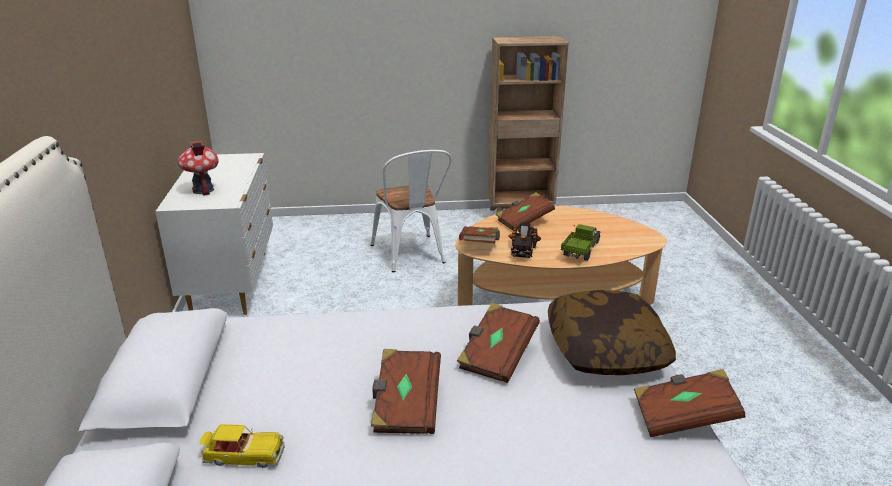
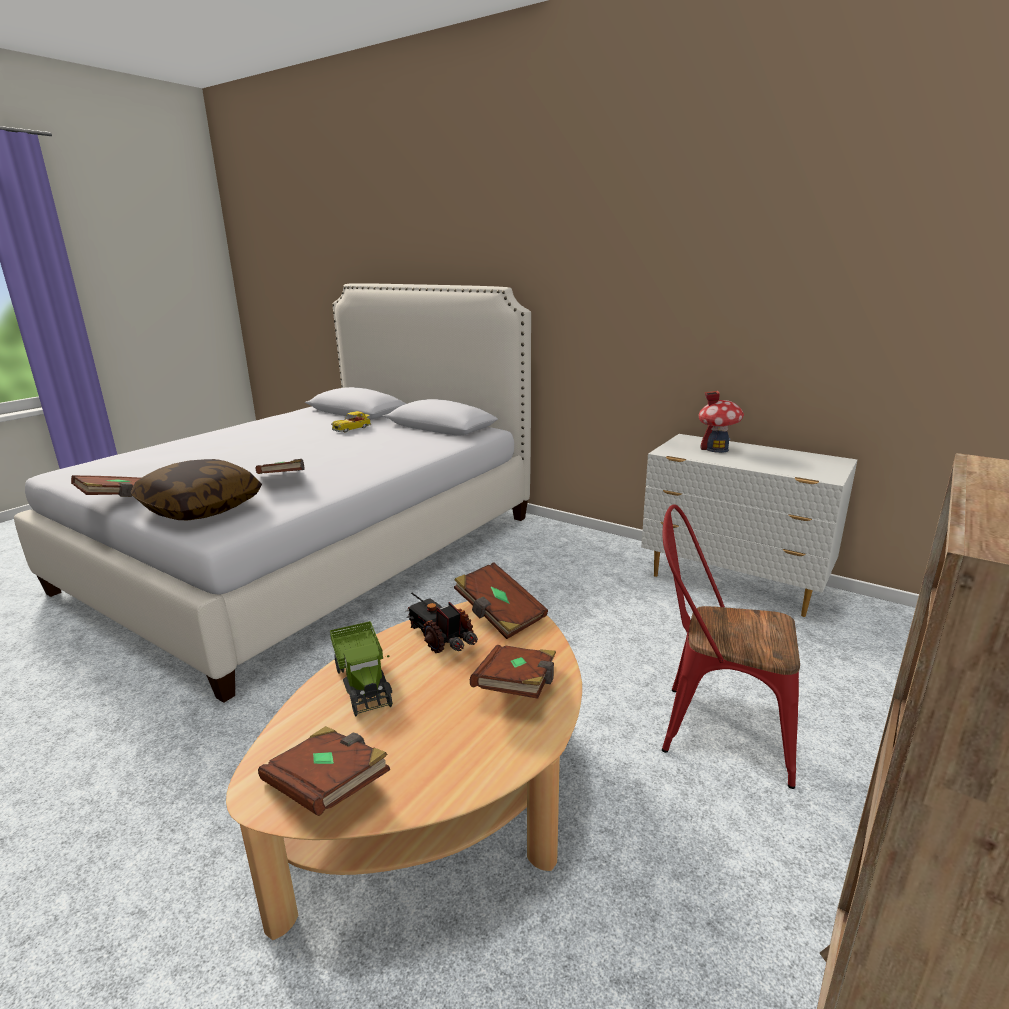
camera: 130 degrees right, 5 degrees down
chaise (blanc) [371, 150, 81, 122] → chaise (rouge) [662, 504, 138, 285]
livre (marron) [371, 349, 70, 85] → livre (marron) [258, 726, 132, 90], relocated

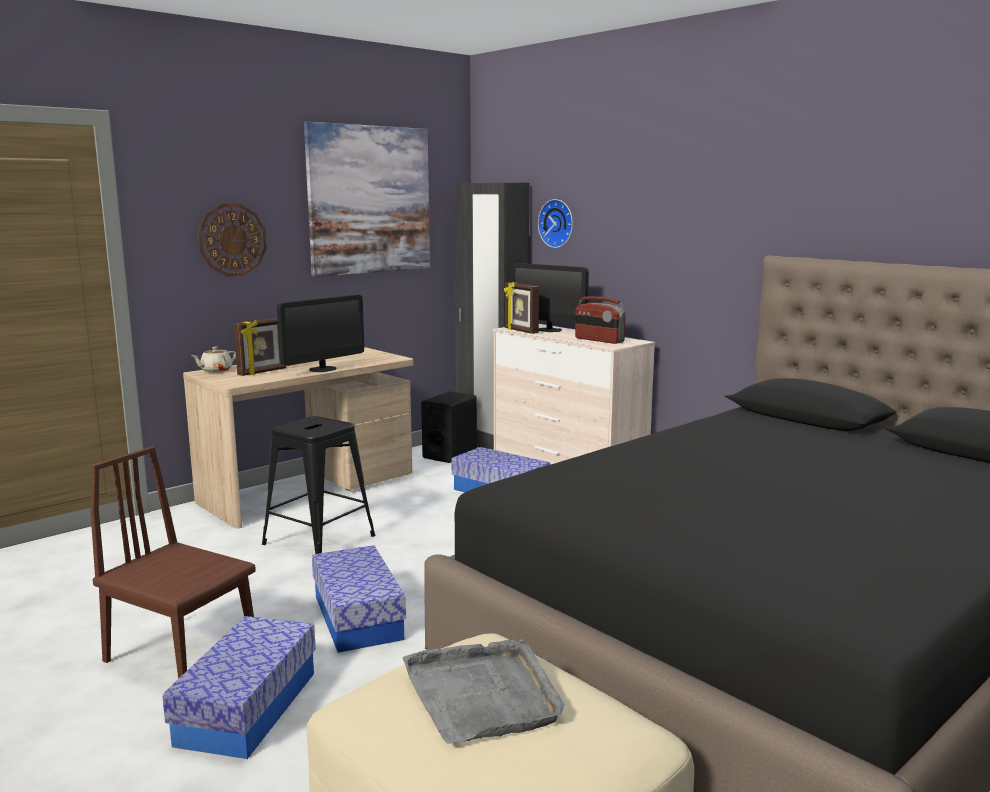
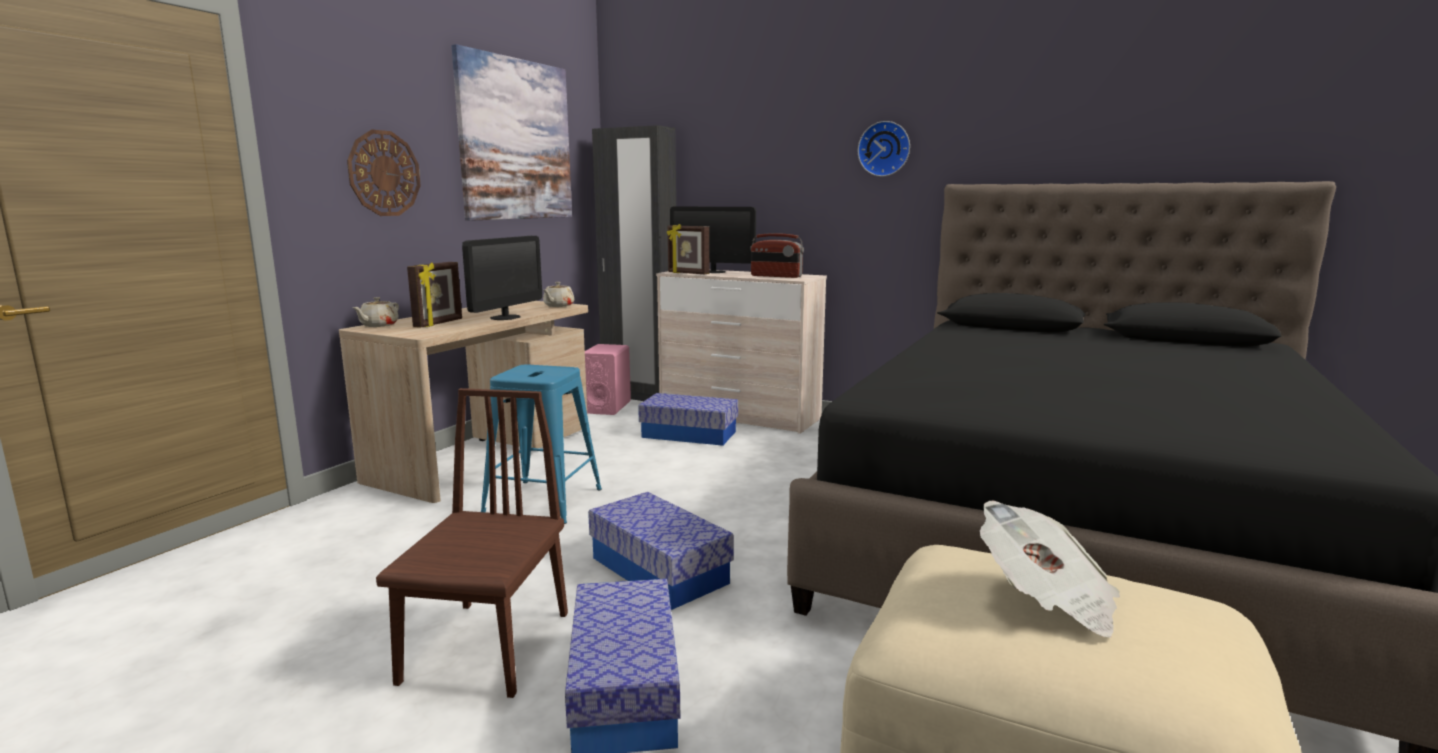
camera: 20 degrees left, 0 degrees up
horloge murale [538, 199, 35, 49] → horloge murale [858, 121, 52, 56], relocated
enceinte (noir) [421, 391, 56, 72] → enceinte (rose) [585, 344, 46, 71]
tabouret (noir) [262, 416, 113, 138] → tabouret (bleu) [481, 365, 121, 159]
chaise (marron) [90, 446, 166, 233] → chaise (marron) [376, 388, 192, 310], 90 degrees clockwise
plateau (gris) [403, 639, 161, 105] → journal [979, 501, 141, 137]
- → théière (beige) [543, 282, 31, 25]

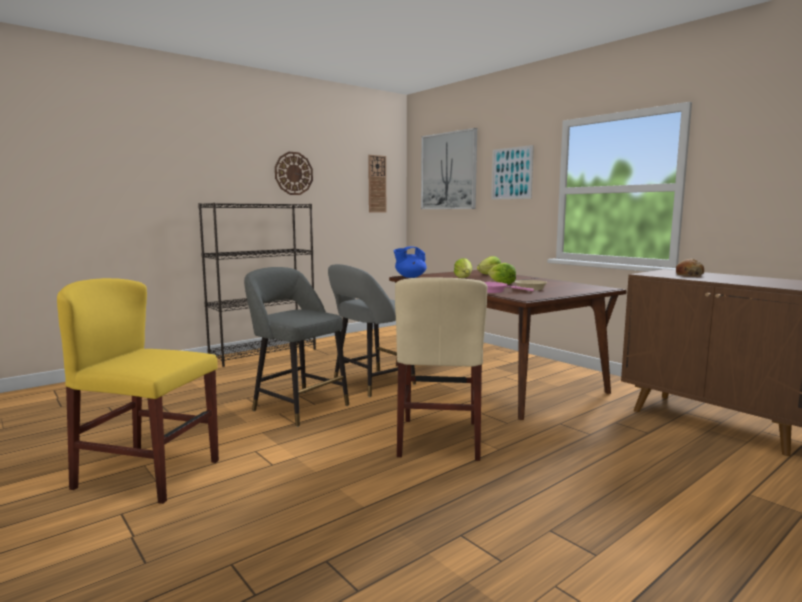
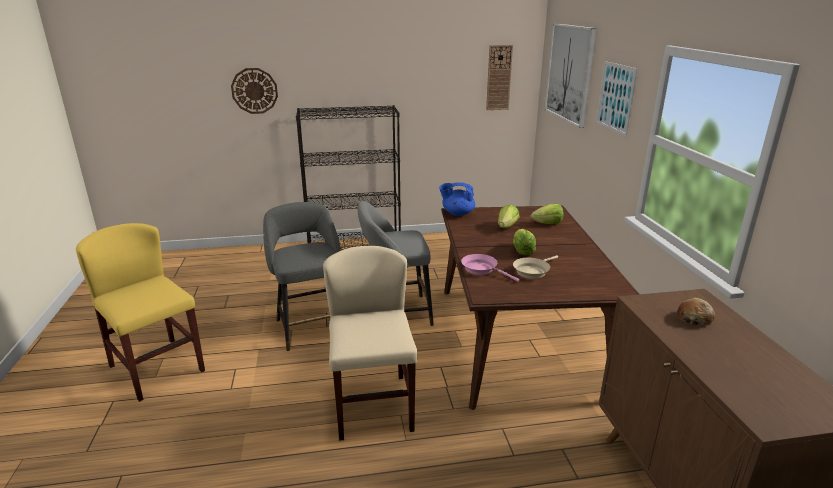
camera: 30 degrees right, 15 degrees up
horloge murale [275, 152, 38, 43] → horloge murale [231, 68, 47, 46], relocated
chaise (beige) [395, 277, 92, 184] → chaise (beige) [323, 246, 94, 195], 135 degrees clockwise

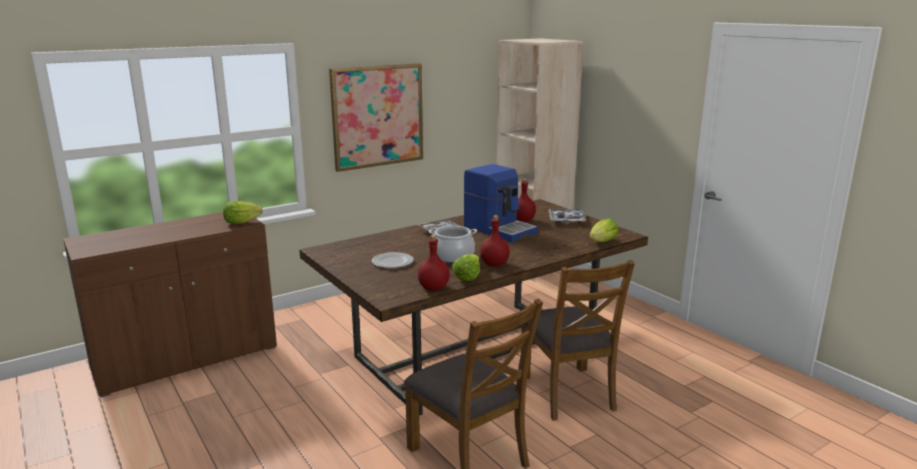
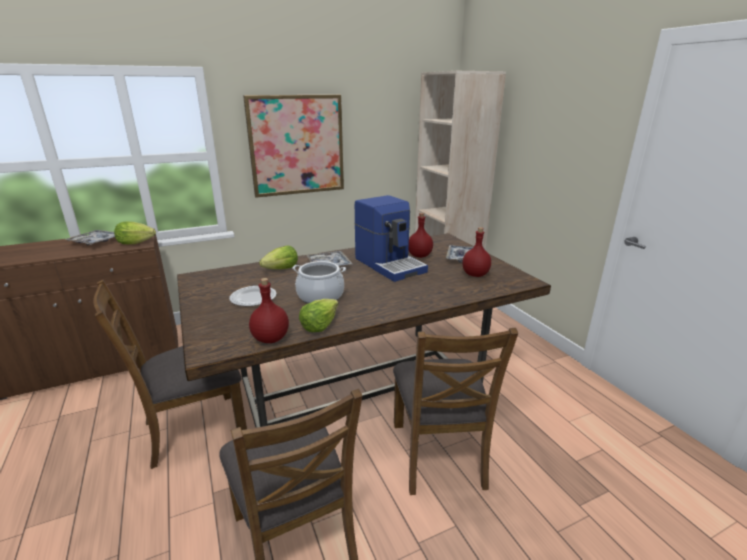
camera: 10 degrees right, 5 degrees up
bouteille (rouge) [480, 215, 30, 51] → bouteille (rouge) [462, 227, 29, 50], relocated
laitue [589, 218, 29, 24] → laitue [259, 246, 39, 23], relocated
- → plateau [63, 230, 52, 15]
- → chaise (marron) [93, 280, 154, 189]

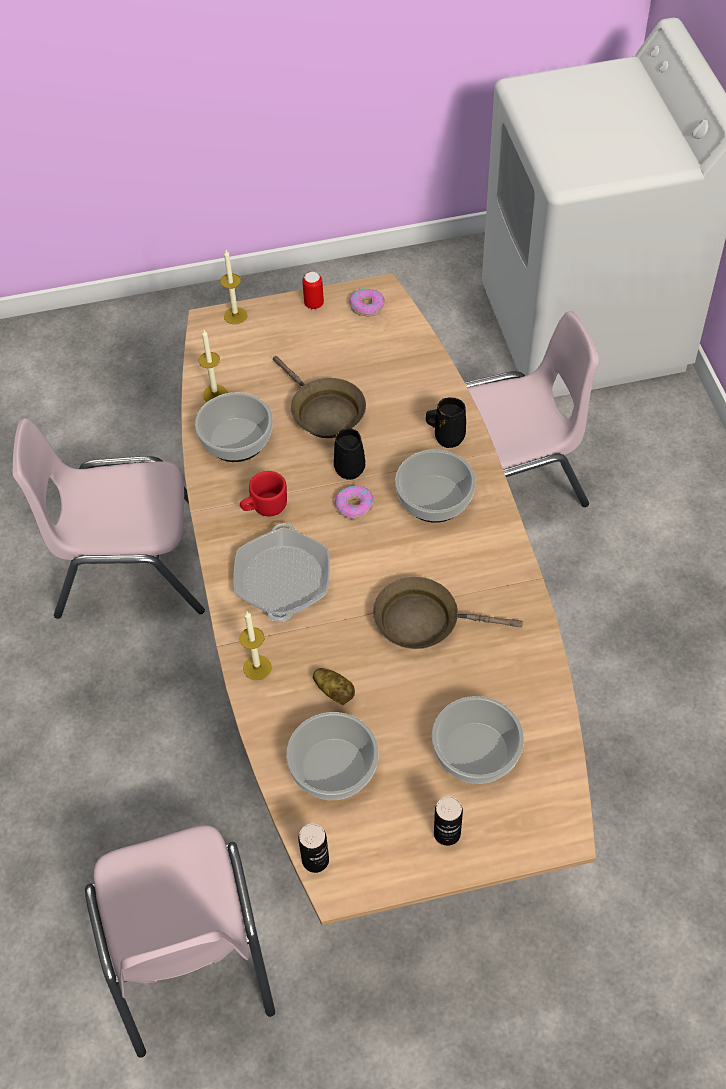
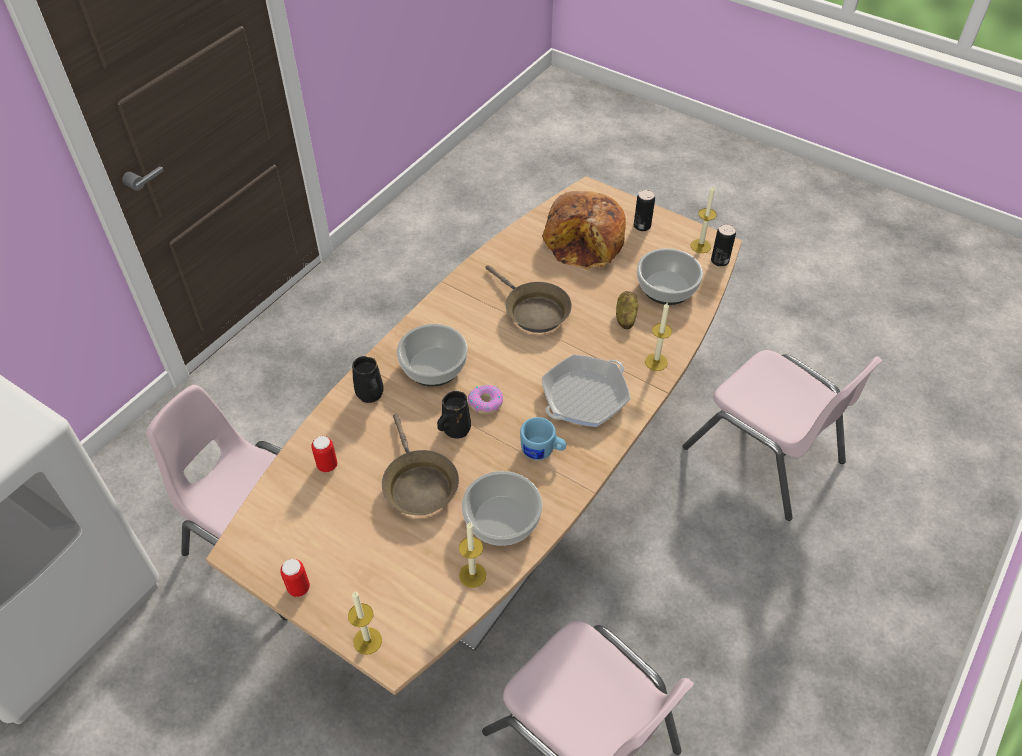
camera: 135 degrees left, 5 degrees down
beignet [349, 288, 36, 28] → -
poêle (marron) [273, 356, 93, 82] → poêle (marron) [382, 414, 77, 101], 150 degrees clockwise
mug (rouge) [240, 471, 47, 45] → mug (bleu) [520, 417, 46, 43]
bol [432, 696, 92, 88] → pain [542, 191, 84, 79]
chaise (rose) [85, 825, 190, 233] → chaise (rose) [683, 350, 200, 171], 105 degrees clockwise
- → bougie [691, 185, 26, 68]
- → boîte métallique [311, 436, 26, 36]

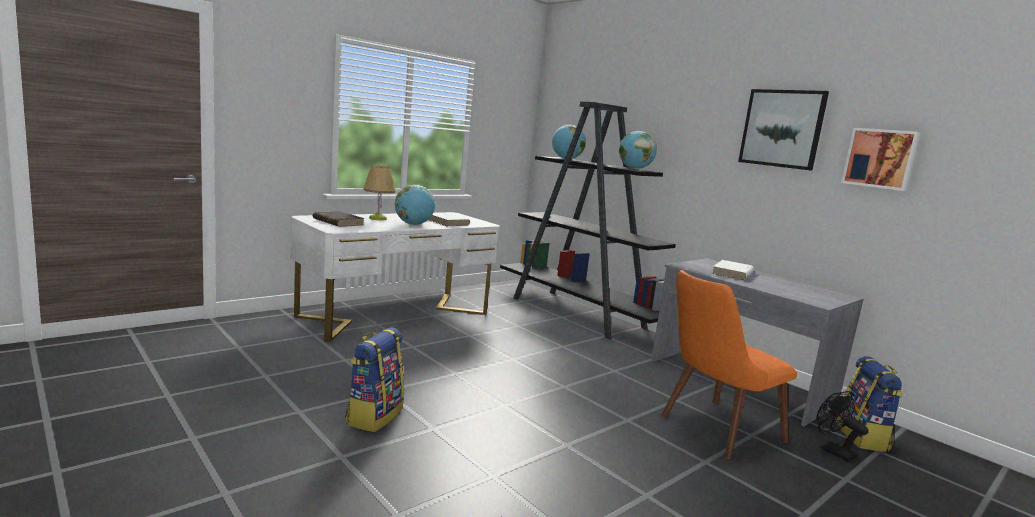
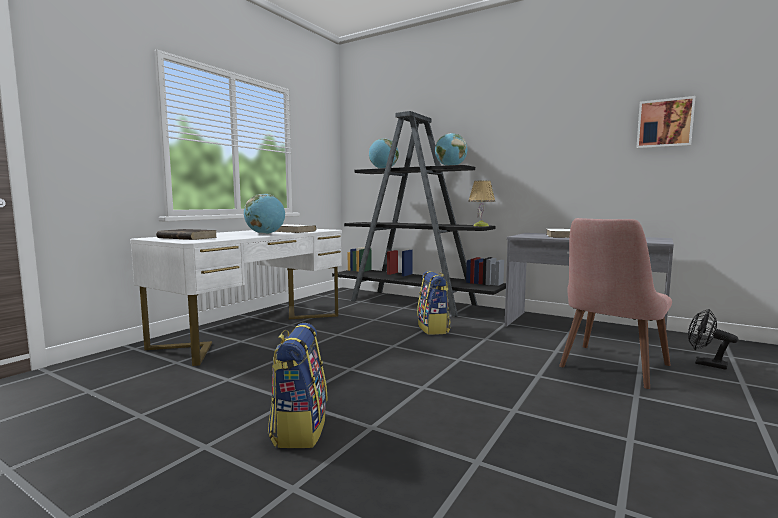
camera: 15 degrees left, 5 degrees down
tableau [738, 89, 91, 82] → -
lampe de table [363, 165, 32, 55] → lampe de table [468, 180, 27, 46], relocated
chaise (orange) [661, 270, 136, 189] → chaise (rose) [559, 218, 113, 171]
sac à dos [836, 356, 67, 96] → sac à dos [417, 271, 34, 64], relocated

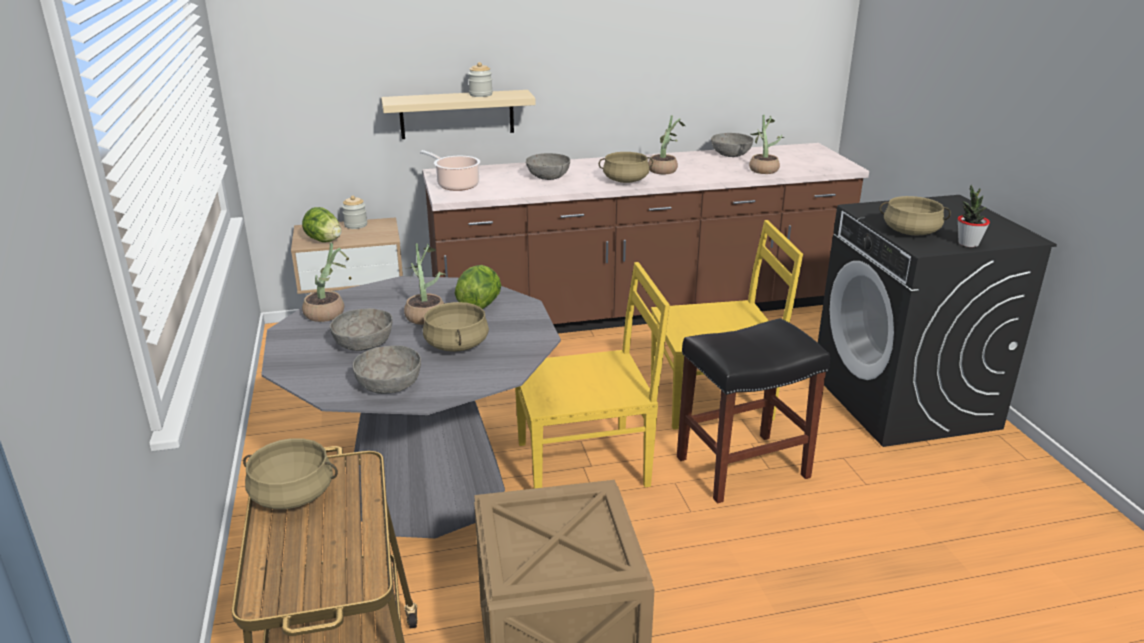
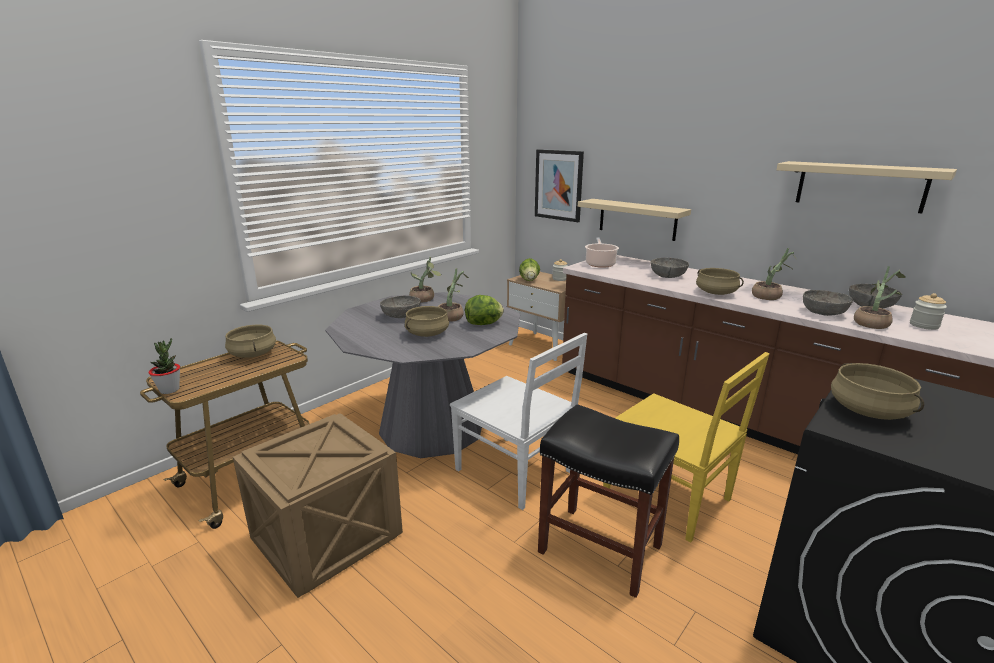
camera: 55 degrees right, 5 degrees down
bocal [468, 62, 25, 35] → bocal [910, 293, 37, 37], relocated
plante en pot [957, 185, 33, 62] → plante en pot [149, 338, 31, 56], relocated
chaise (jaune) [515, 262, 155, 226] → chaise (blanc) [450, 333, 137, 177]
bol (gris) [353, 346, 68, 48] → bol (gris) [803, 290, 50, 26], relocated
- → tableau [535, 149, 49, 73]
- → étagère (beige) [777, 161, 180, 52]

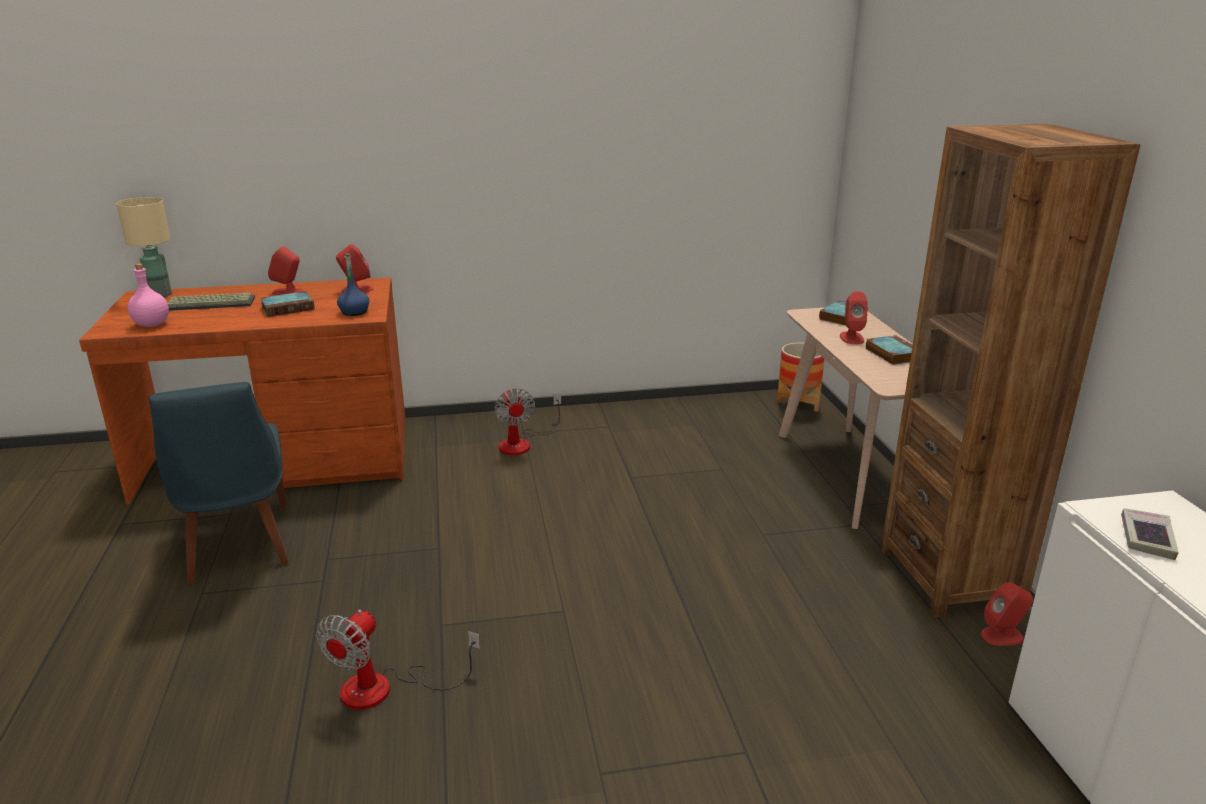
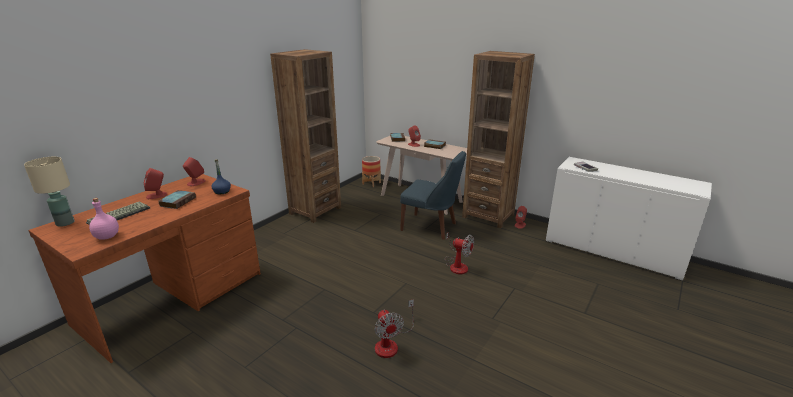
camera: 45 degrees left, 0 degrees up
chaise (bleu) [149, 382, 140, 201] → chaise (bleu) [400, 151, 66, 89], relocated
ventilateur [495, 388, 66, 67] → ventilateur [445, 233, 29, 41], relocated
- → bibliothèque (marron) [270, 49, 71, 174]

